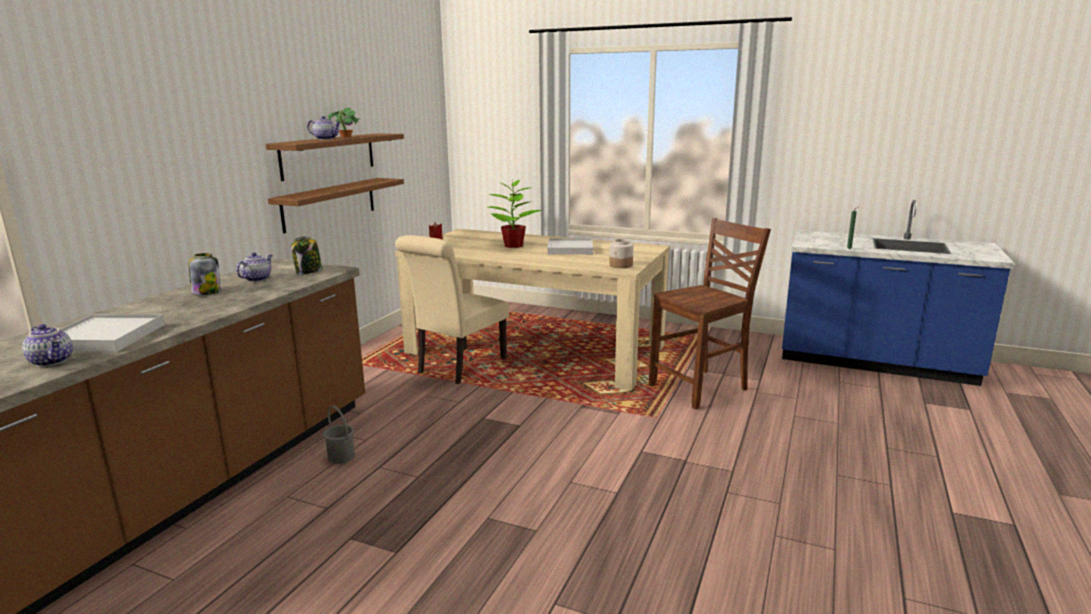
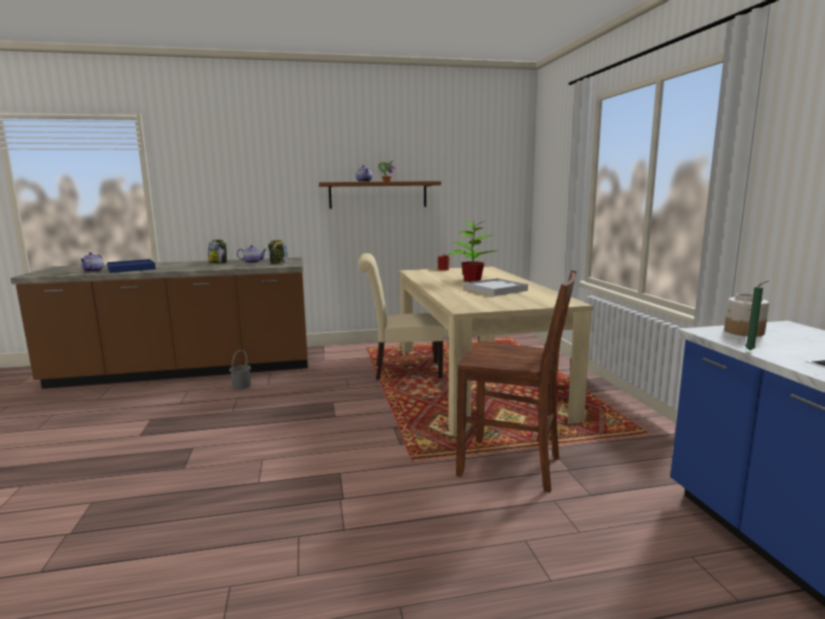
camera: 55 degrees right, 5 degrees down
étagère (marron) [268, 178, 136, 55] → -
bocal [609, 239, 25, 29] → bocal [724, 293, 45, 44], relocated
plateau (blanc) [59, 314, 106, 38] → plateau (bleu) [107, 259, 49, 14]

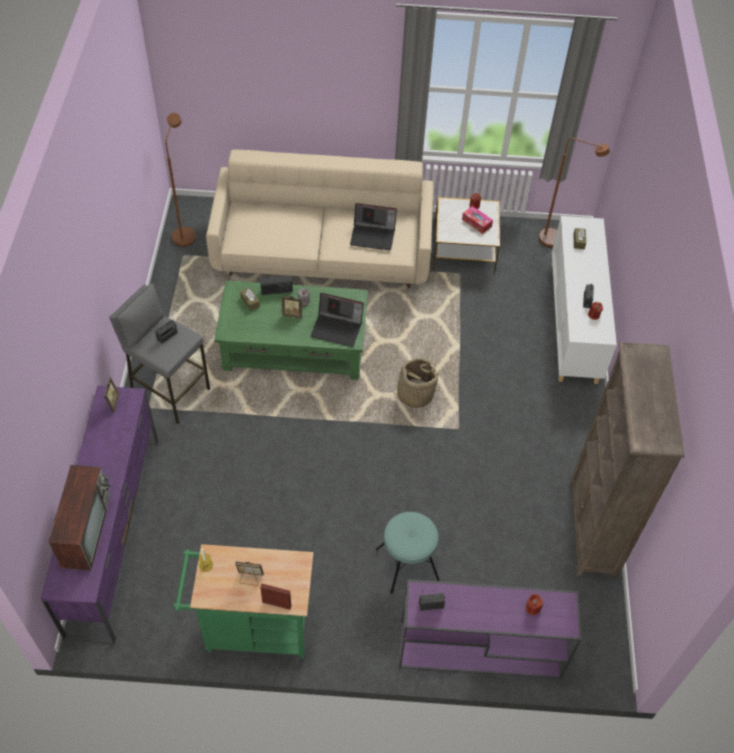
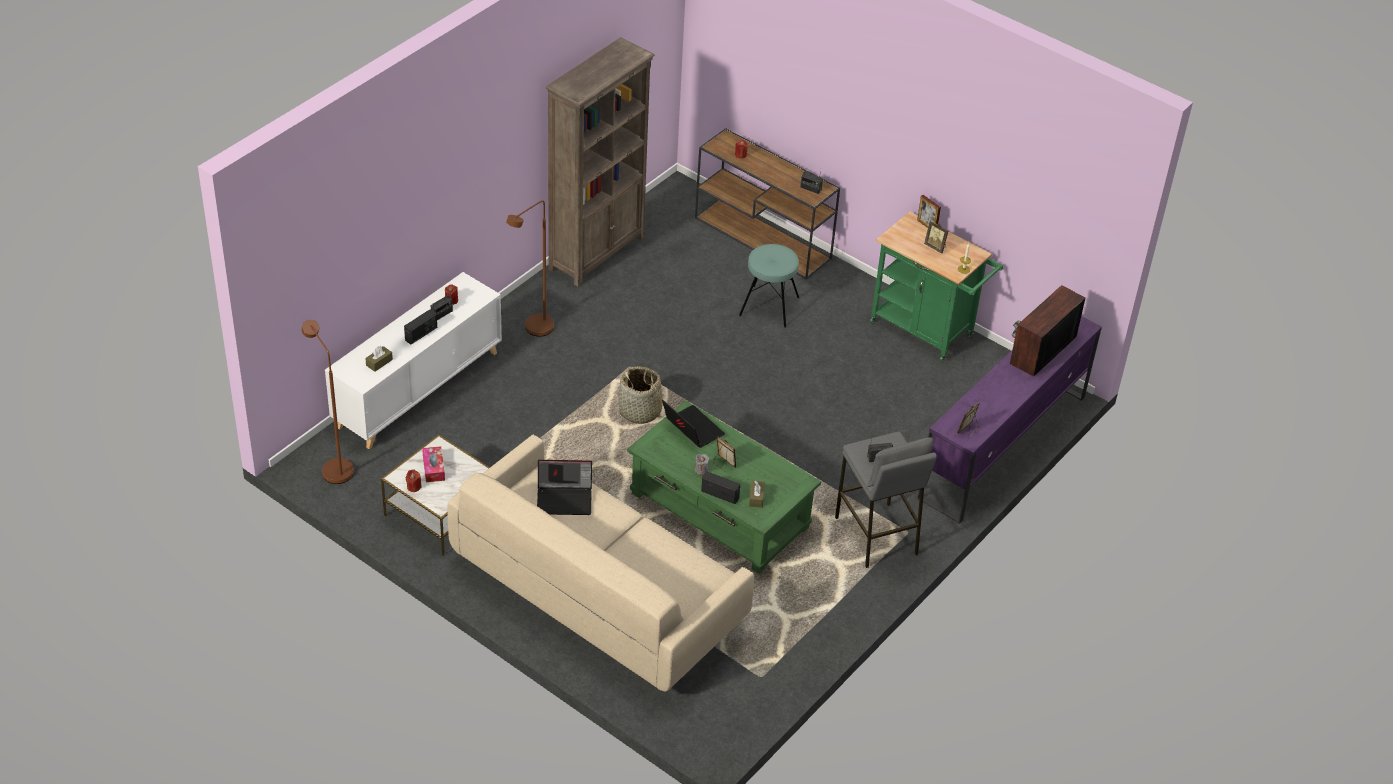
camera: 145 degrees left, 10 degrees down
lampadaire (marron) [165, 113, 31, 134] → lampadaire (marron) [506, 200, 48, 137], relocated
ordinateur portable [350, 203, 47, 47] → ordinateur portable [537, 460, 55, 55], 135 degrees clockwise
table console (violet) [399, 579, 182, 100] → table console (marron) [695, 128, 145, 152]
- → radio [404, 309, 33, 35]

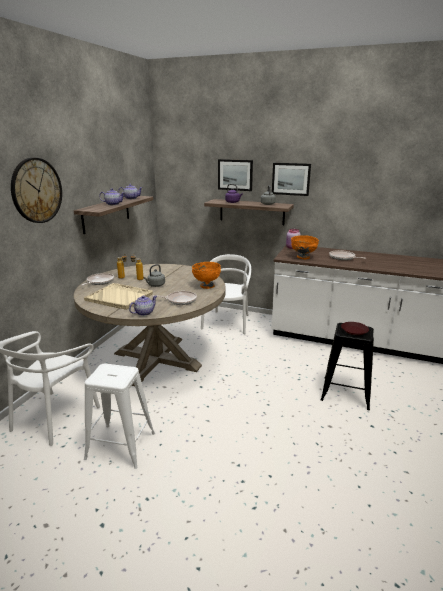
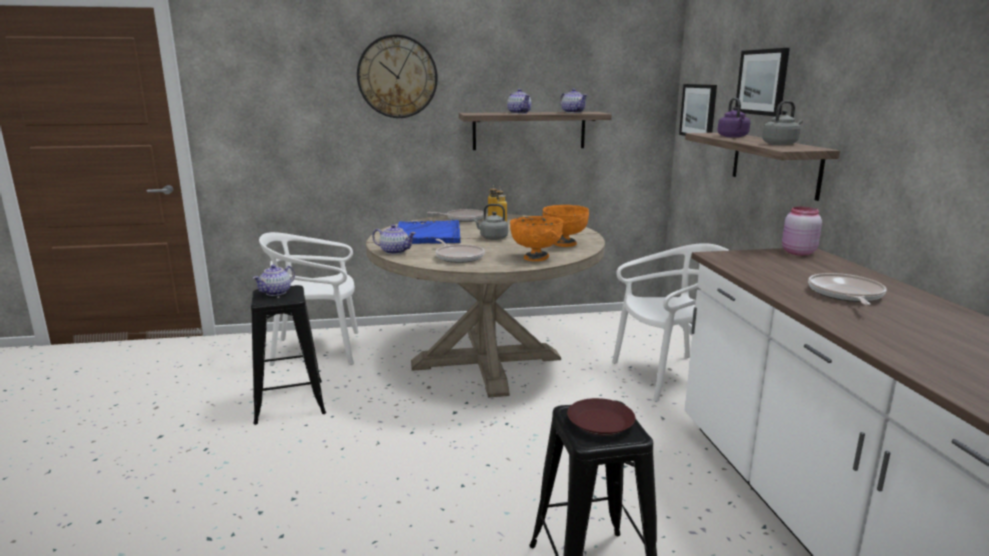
camera: 60 degrees right, 5 degrees down
tableau [272, 163, 39, 33] → tableau [679, 84, 38, 52], relocated
bol (orange) [291, 235, 28, 24] → bol (orange) [543, 205, 46, 42], relocated
plateau (beige) [84, 283, 69, 27] → plateau (bleu) [397, 220, 64, 24]
tabouret (blanc) [84, 363, 71, 106] → tabouret (noir) [251, 285, 75, 140]
- → théière [253, 265, 42, 31]

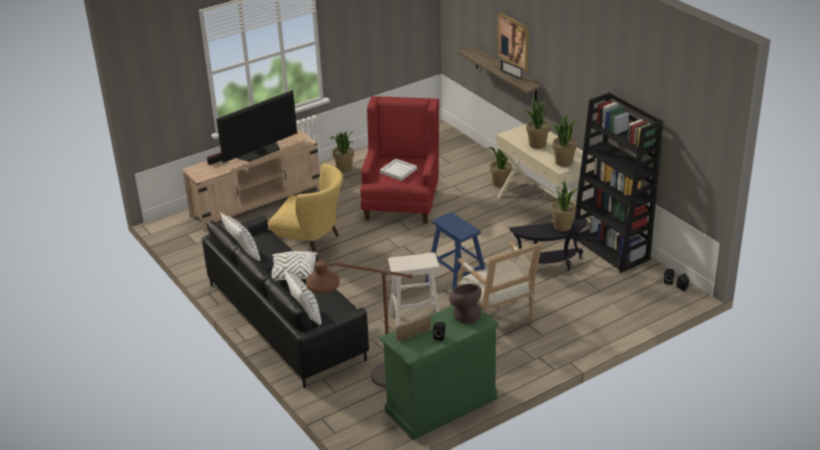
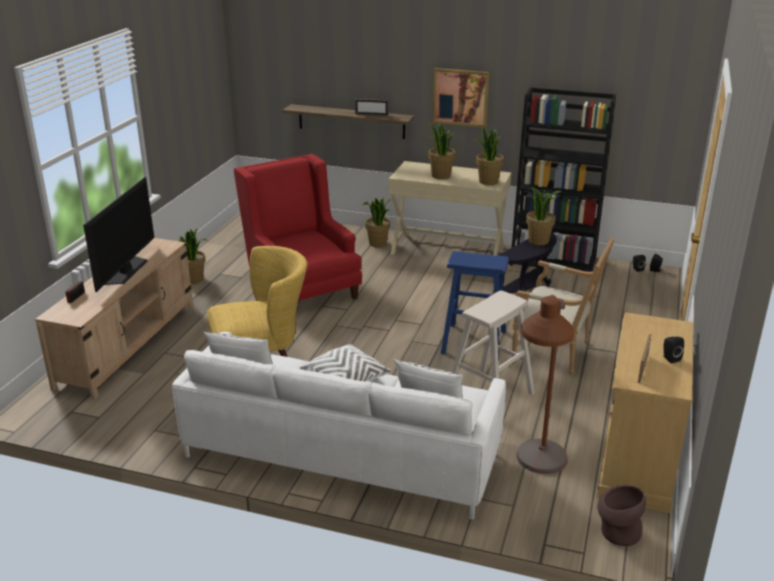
camera: 40 degrees left, 5 degrees down
tableau [497, 12, 32, 59] → tableau [433, 68, 56, 60], relocated
plateau (blanc) [380, 159, 37, 22] → -
canapé (noir) [202, 216, 167, 172] → canapé (blanc) [172, 332, 334, 188]
vase (marron) [449, 284, 33, 39] → vase (marron) [598, 485, 48, 61], relocated
commode (vert) [379, 305, 120, 135] → commode (beige) [597, 312, 96, 201]

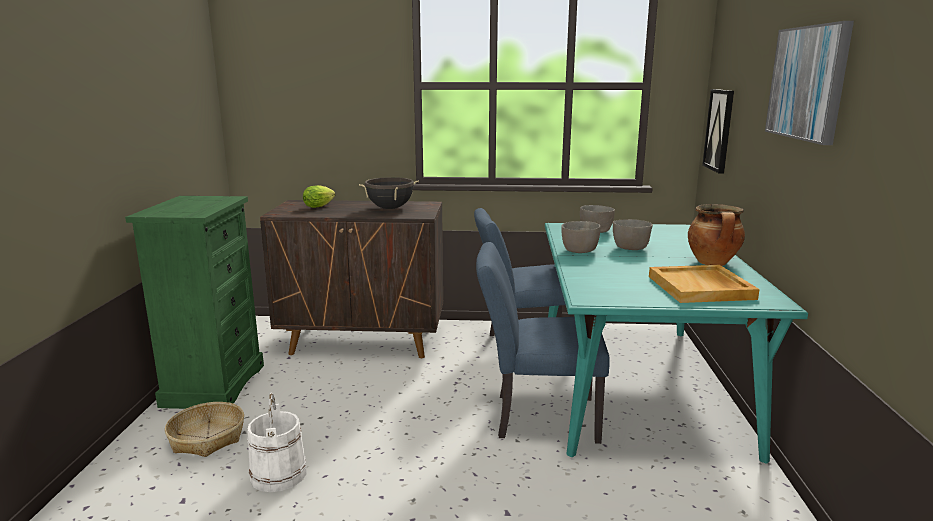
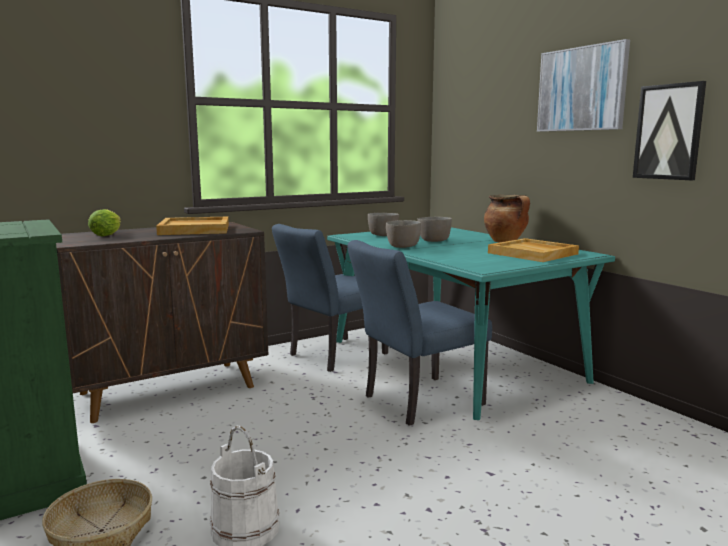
camera: 35 degrees left, 5 degrees down
tableau [702, 89, 32, 85] → tableau [633, 81, 73, 99], relocated
marmite (noir) [359, 177, 60, 32] → plateau (beige) [156, 217, 73, 18]

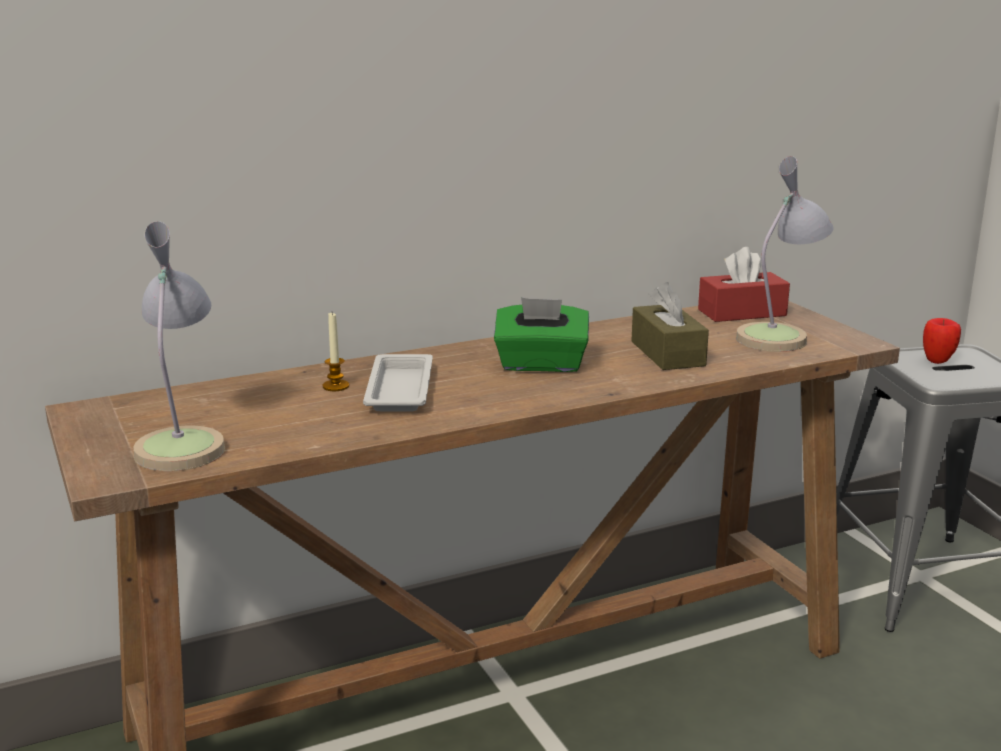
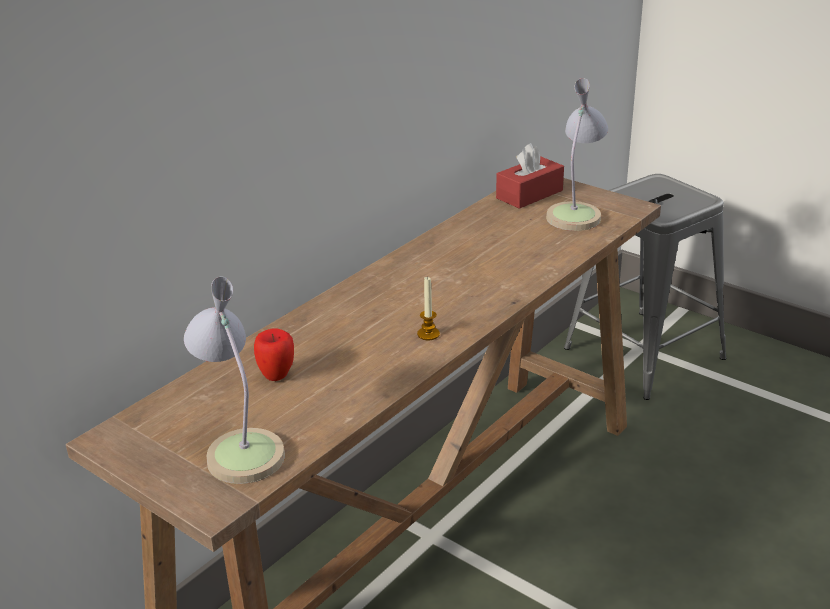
camera: 25 degrees left, 10 degrees up
boîte à mouchoirs (marron) [631, 282, 78, 88] → -
boîte à mouchoirs (vert) [494, 297, 95, 75] → -
bougie [323, 313, 26, 78] → bougie [417, 276, 23, 64], relocated
pomme [923, 318, 38, 46] → pomme [254, 328, 40, 53], relocated
plateau (blanc) [363, 354, 70, 57] → -

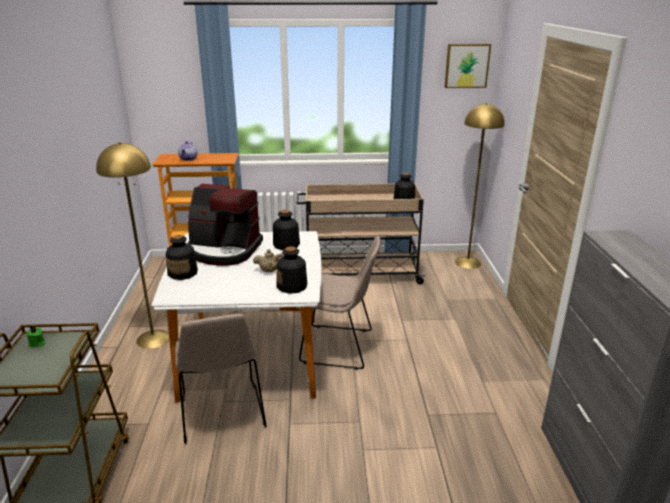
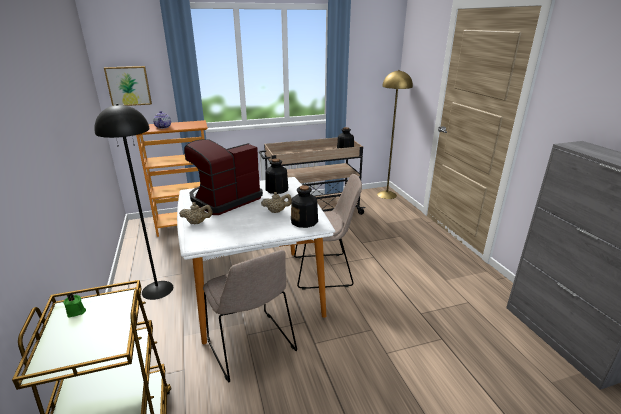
camera: 15 degrees left, 0 degrees up
tableau [445, 44, 46, 44] → tableau [104, 66, 48, 40], relocated
lampadaire (jaune) [96, 142, 73, 207] → lampadaire (noir) [94, 104, 79, 196]
machine à café [187, 184, 76, 82] → machine à café [184, 139, 79, 76], 135 degrees clockwise
bouteille [166, 235, 32, 45] → théière (beige) [179, 202, 34, 22]

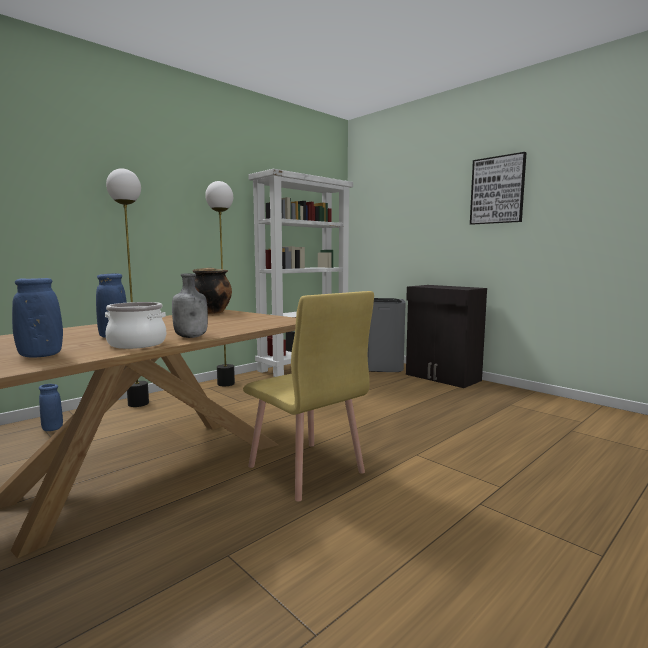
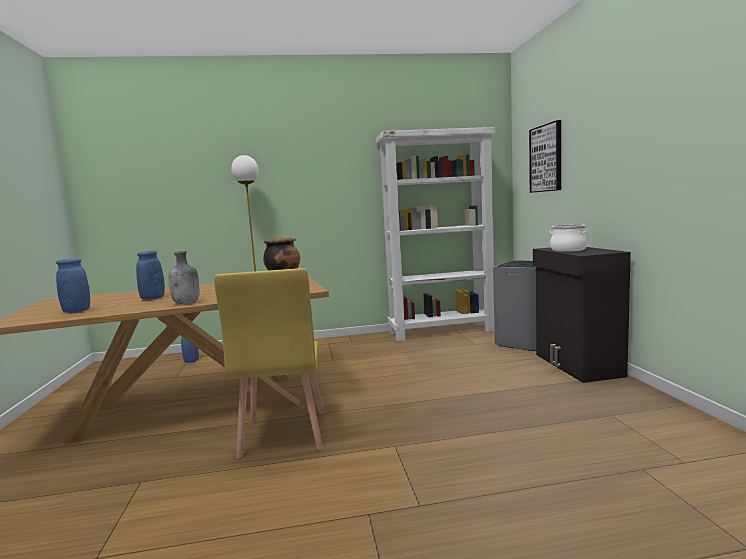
camera: 35 degrees right, 0 degrees up
tableau [470, 152, 57, 73] → tableau [529, 120, 32, 73], relocated
lampadaire [205, 181, 30, 205] → -
marmite [105, 302, 61, 47] → marmite [549, 224, 40, 28], relocated

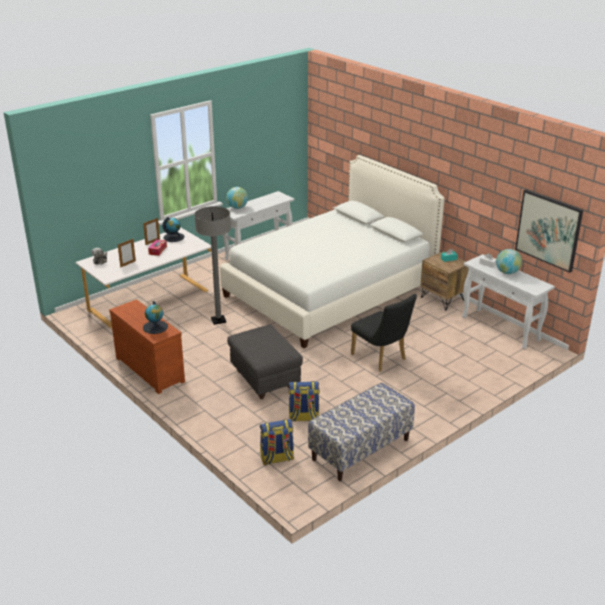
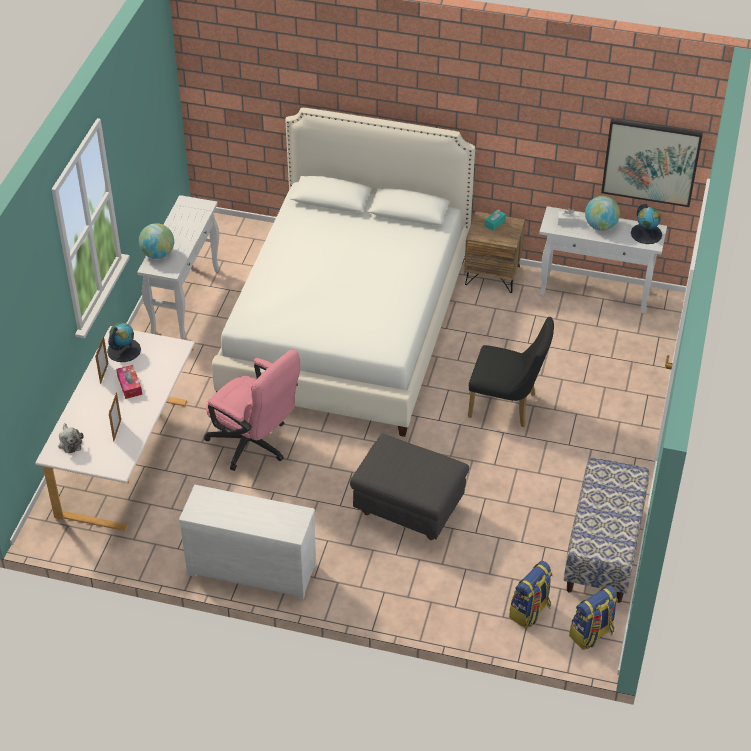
camera: 35 degrees left, 15 degrees up
lampadaire (gris) [194, 206, 37, 119] → chaise de bureau (rose) [204, 350, 96, 121]
commode (marron) [109, 299, 76, 95] → commode (blanc) [179, 485, 137, 115]
globe [143, 301, 25, 33] → globe [631, 204, 31, 40], relocated
sac à dos [288, 381, 32, 41] → sac à dos [569, 585, 49, 65], relocated

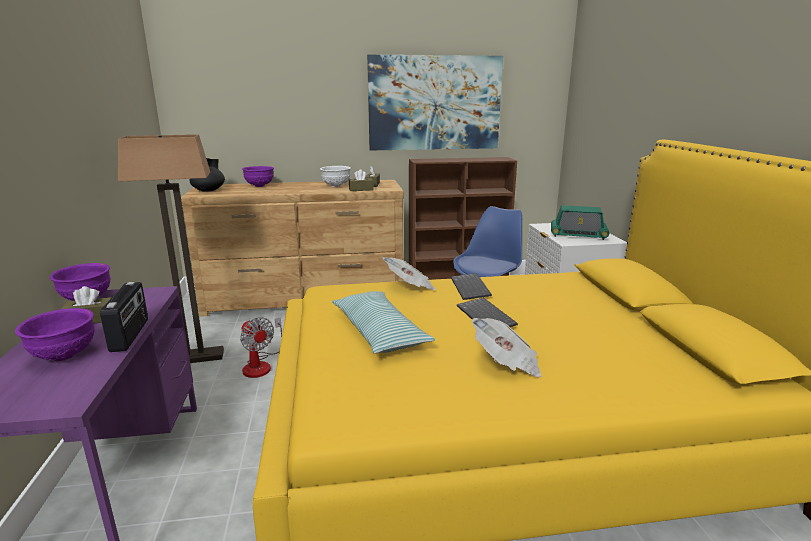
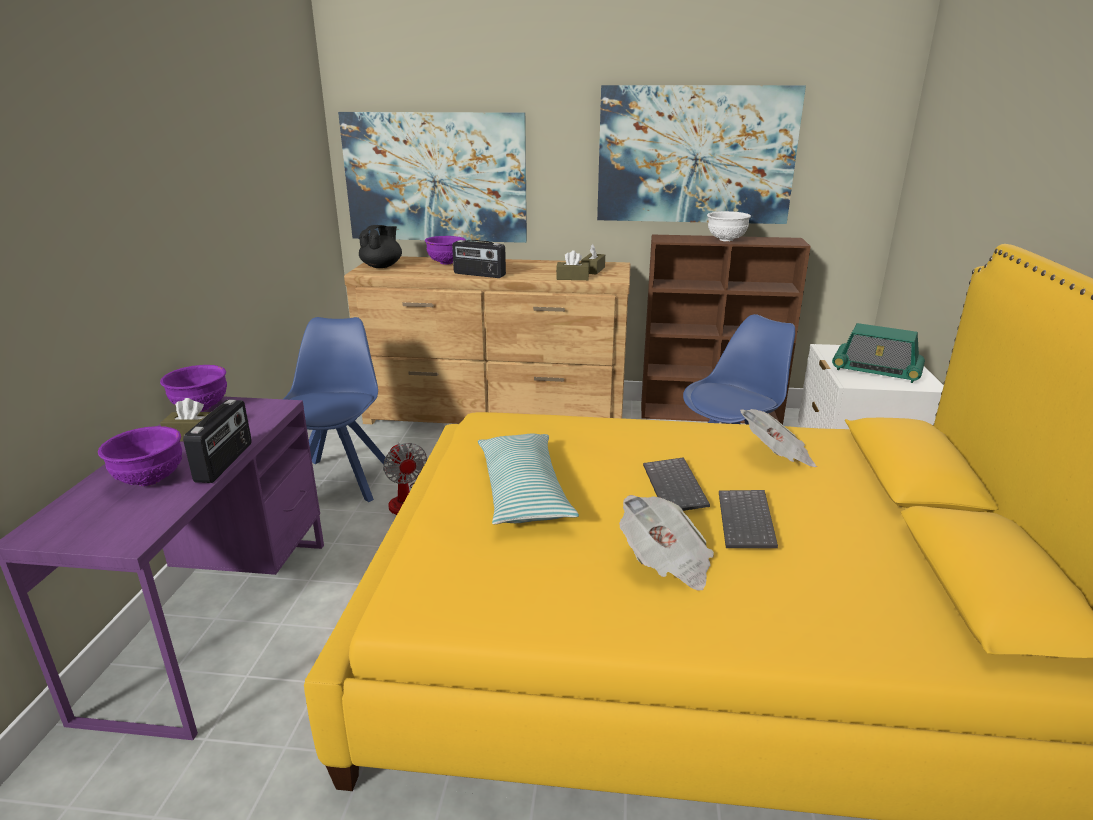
camera: 15 degrees right, 5 degrees up
lampadaire [118, 134, 106, 229] → chaise (bleu) [284, 317, 104, 185]
bol (blanc) [320, 166, 31, 21] → bol (blanc) [707, 211, 44, 31], relocated
journal [382, 257, 54, 33] → journal [740, 409, 77, 58], relocated
clavier [451, 273, 41, 27] → clavier [719, 490, 59, 58], relocated
- → tableau [338, 112, 189, 131]
- → radio [452, 240, 54, 38]

